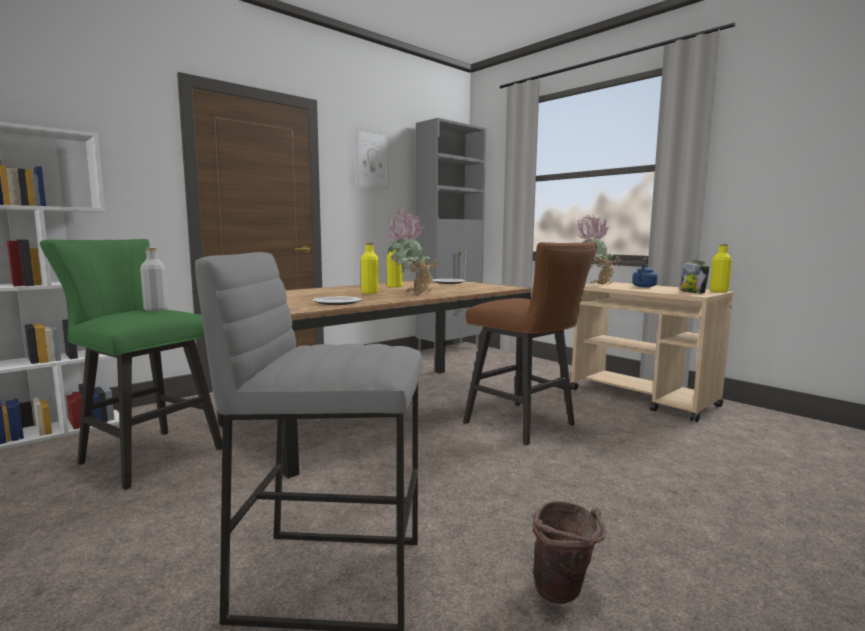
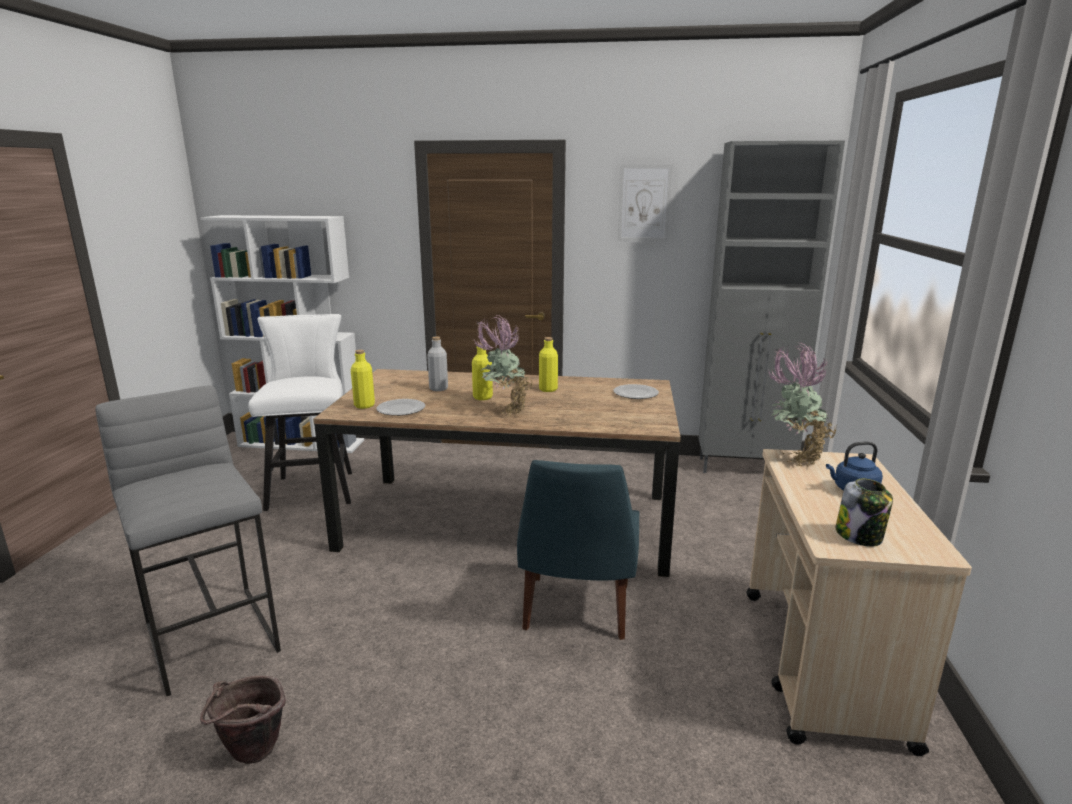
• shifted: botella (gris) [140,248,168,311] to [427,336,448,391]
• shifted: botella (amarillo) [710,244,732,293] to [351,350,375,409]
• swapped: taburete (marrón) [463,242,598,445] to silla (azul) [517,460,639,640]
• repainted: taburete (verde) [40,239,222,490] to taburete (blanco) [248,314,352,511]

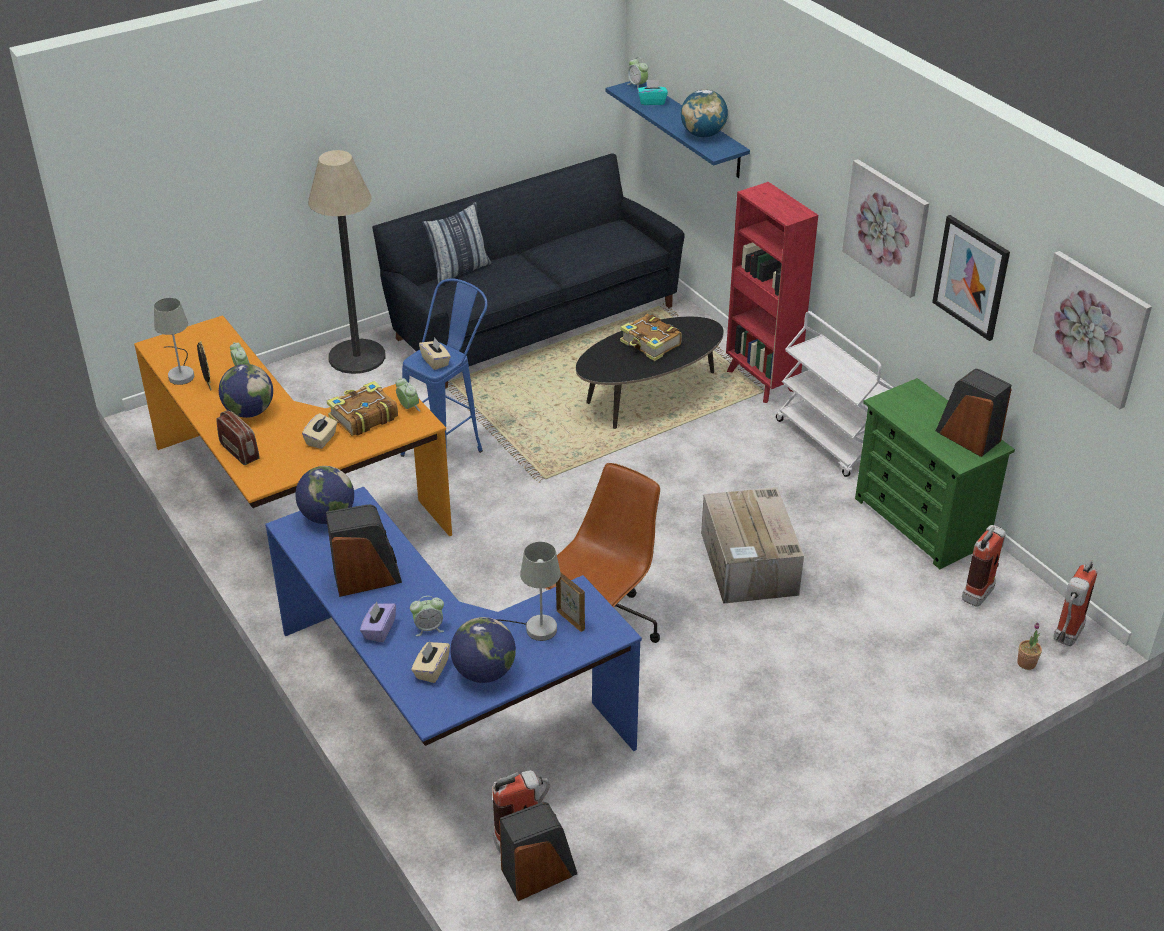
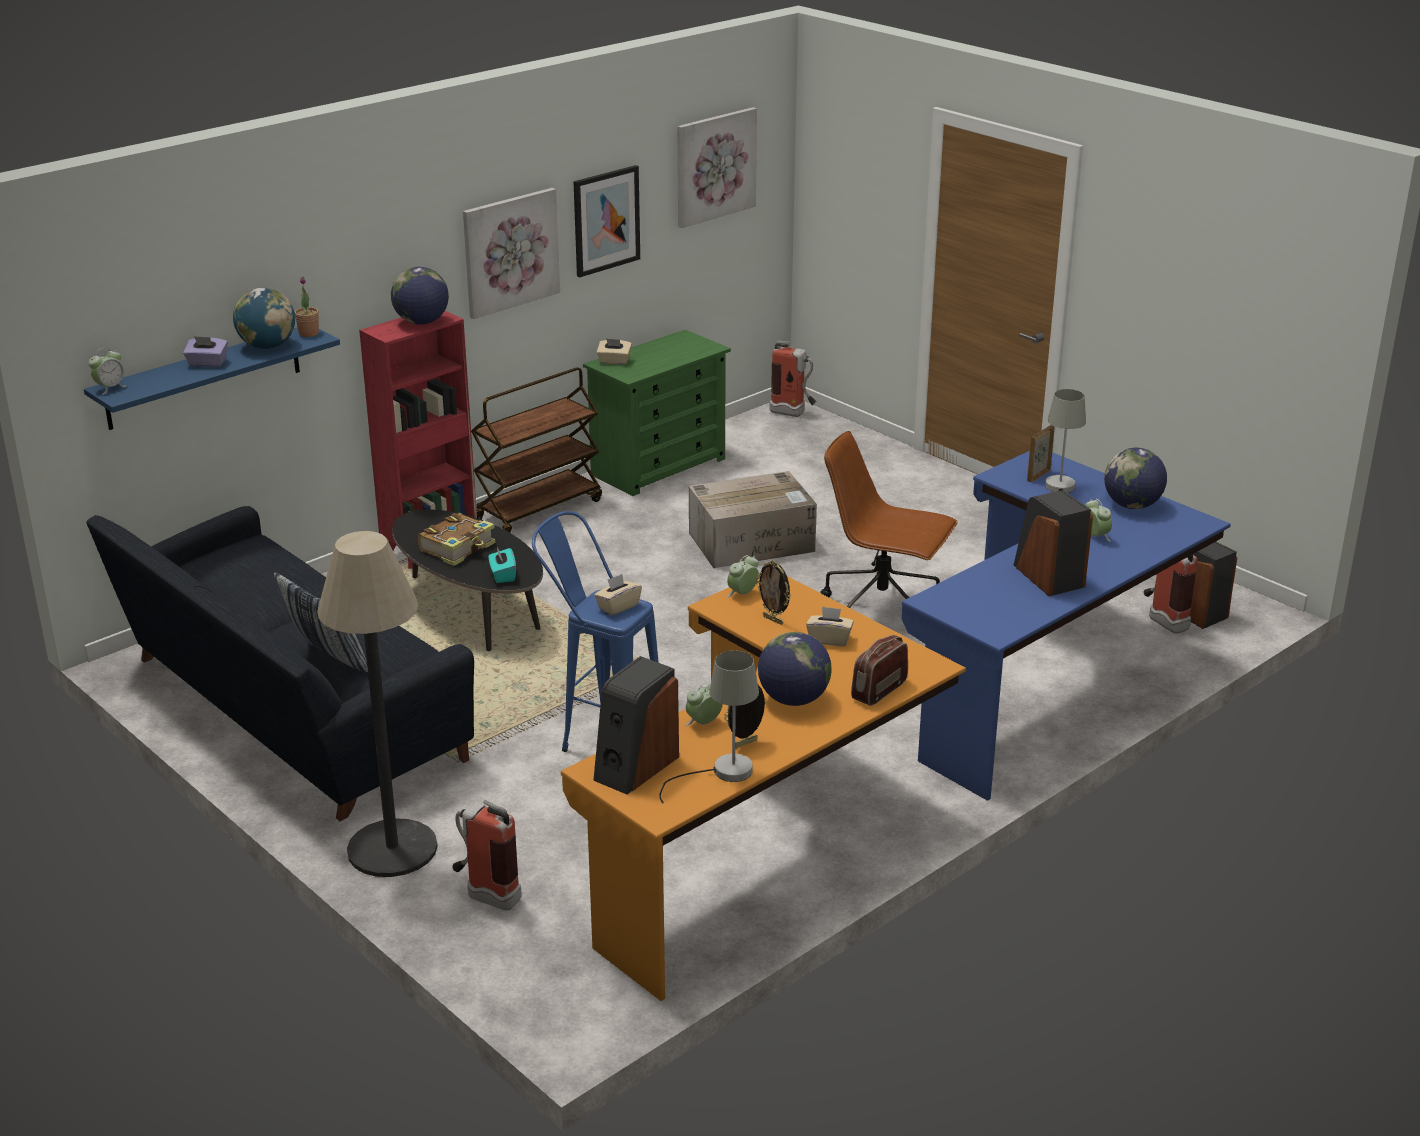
• shifted: globo terráqueo [295,466,354,524] to [391,267,449,325]
• shifted: caja de pañuelos (morado) [360,601,396,642] to [183,336,228,367]
• shifted: caja de pañuelos (beis) [411,641,450,683] to [597,338,632,365]
• shifted: caja de pañuelos (turquesa) [638,80,668,105] to [489,547,516,583]
• shifted: altavoz [936,369,1012,457] to [593,656,679,795]
• shifted: extintor [962,525,1006,607] to [452,800,522,911]
• shifted: planta en maceta [1017,622,1042,670] to [295,277,319,337]
• swapped: libro [327,381,398,436] to portarretratos [756,560,791,625]
• repainted: carrito (blanco) [776,311,893,477] to carrito (marrón) [471,367,602,533]

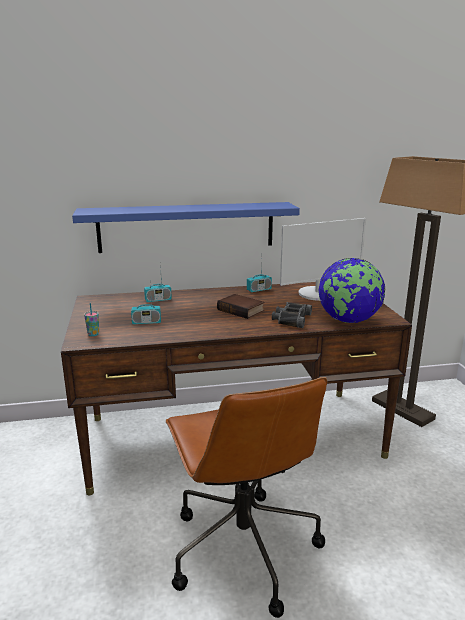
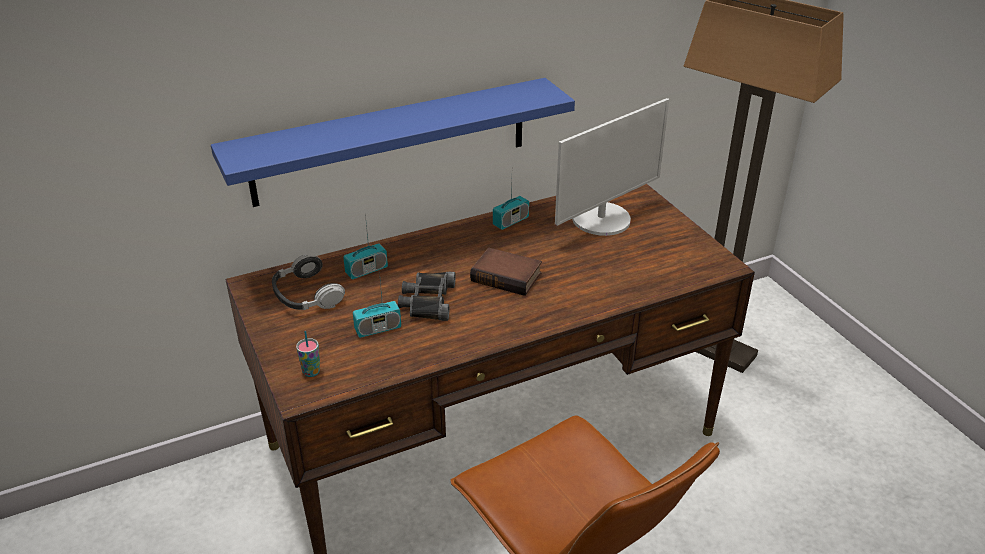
• gone: globo terráqueo [318,258,385,323]
• new: auriculares [272,254,345,310]
• shifted: prismáticos (negro) [272,302,312,328] to [398,272,456,321]

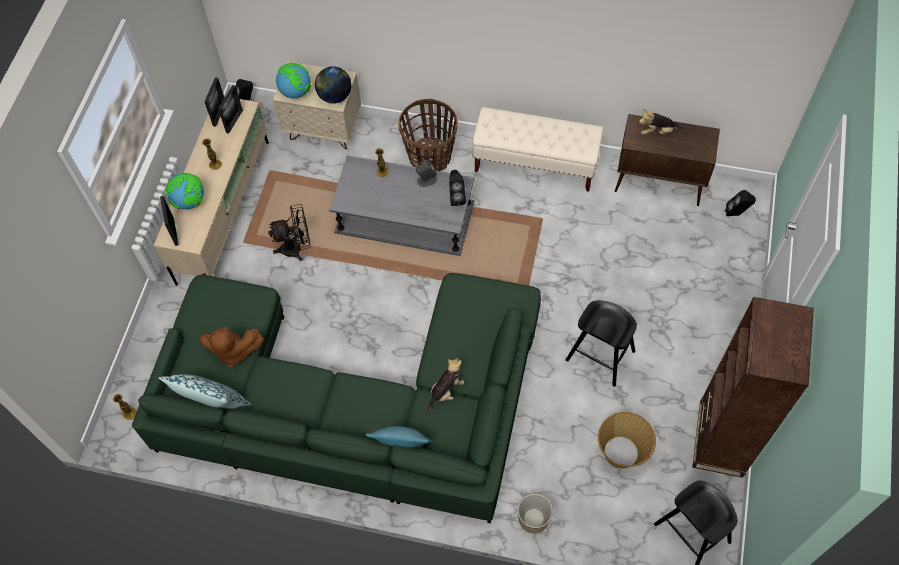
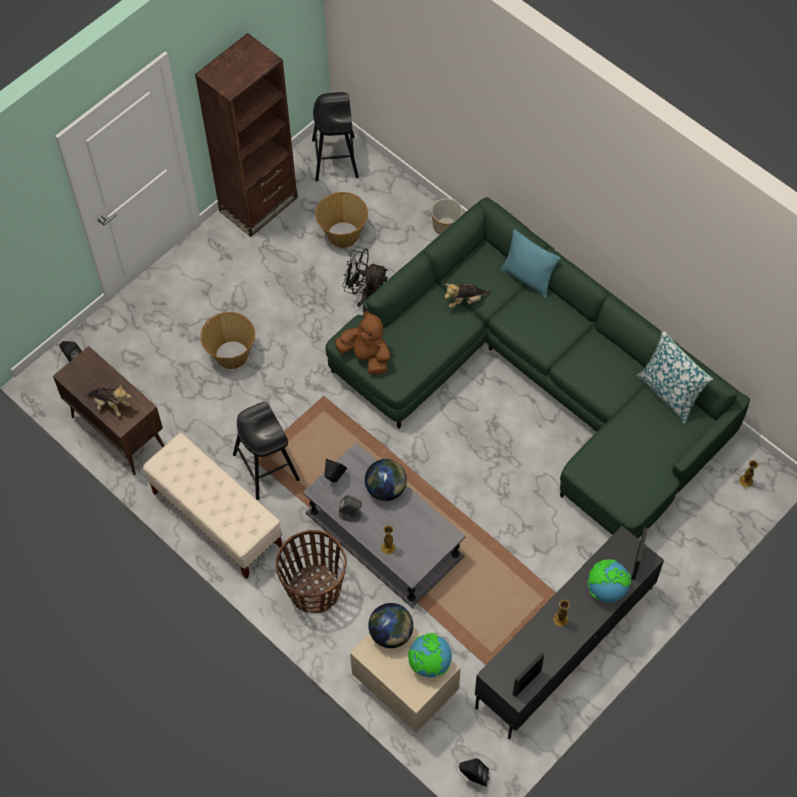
• gone: portarretratos [218,85,243,134]
• new: cesta [200,312,255,369]
• new: globo terráqueo [365,459,407,501]
• shifted: peluche (marrón) [200,327,264,368] to [335,311,390,375]
• shifted: ventilador (negro) [268,204,311,261] to [342,246,388,307]
• shifted: taburete (negro) [566,300,637,386] to [233,402,300,500]
• repainted: mueble de televisión (beis) [154,96,269,286] to mueble de televisión (negro) [475,526,664,739]

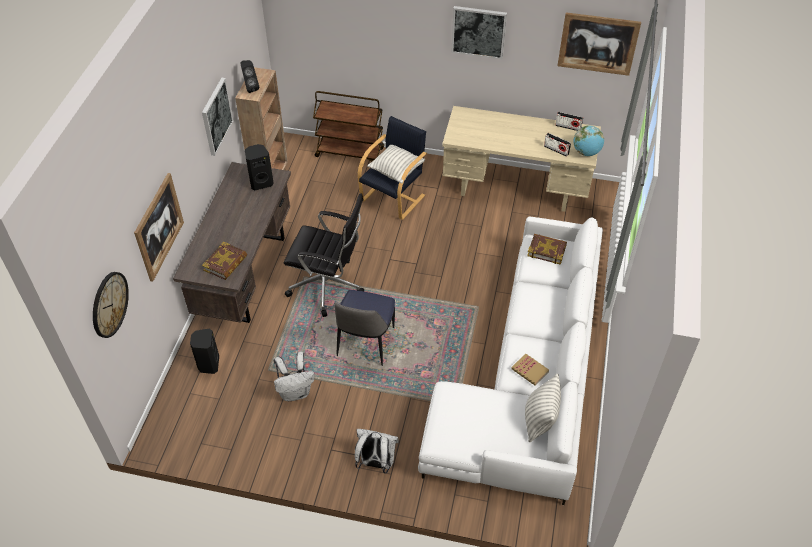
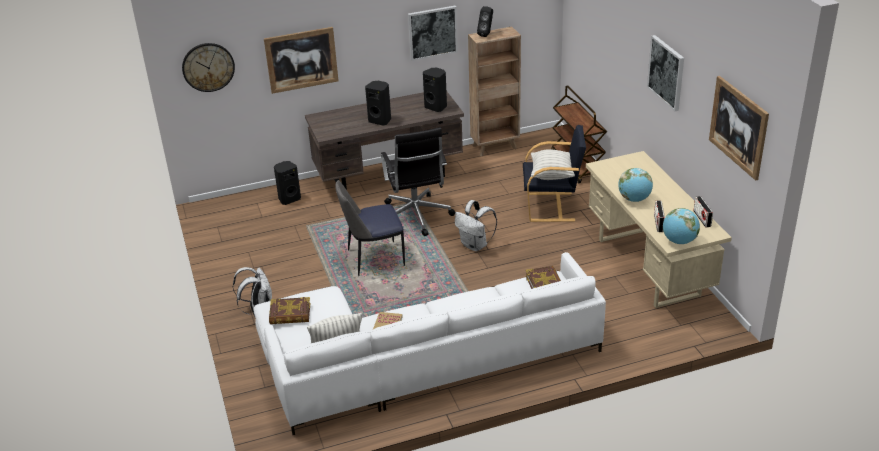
• new: altavoz (negro) [365,81,391,126]
• new: globo terráqueo [618,168,653,202]
• shifted: libro [202,242,247,280] to [269,297,310,324]
• shifted: mochila (blanco) [273,352,315,401] to [455,200,497,252]

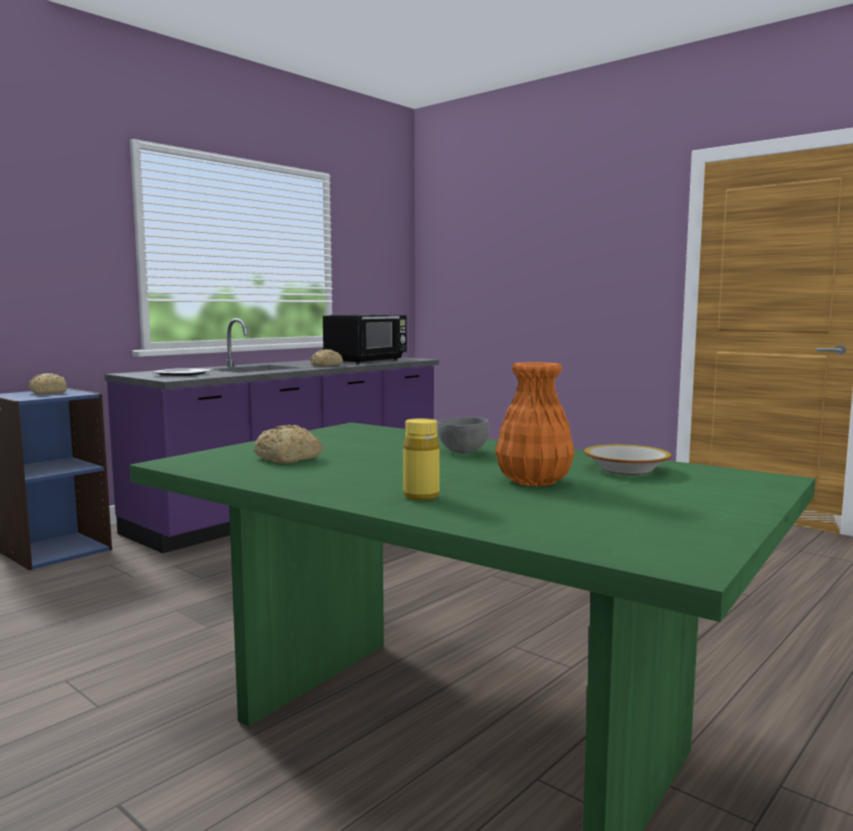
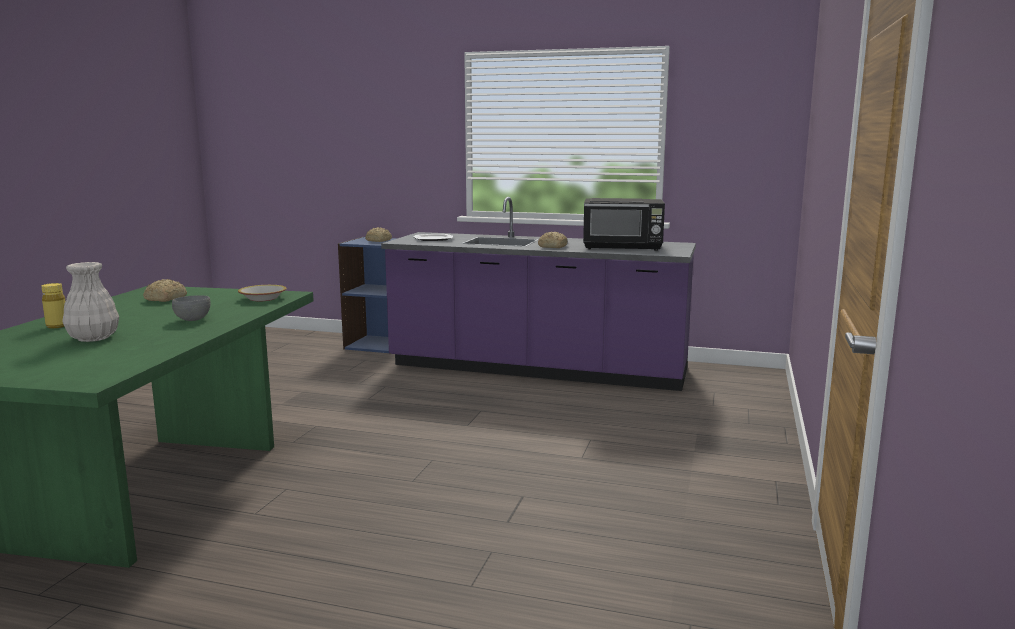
• shifted: cuenco [584,444,672,475] to [238,285,287,301]
• repainted: florero (naranja) [495,362,575,486] to florero (blanco) [62,262,119,342]

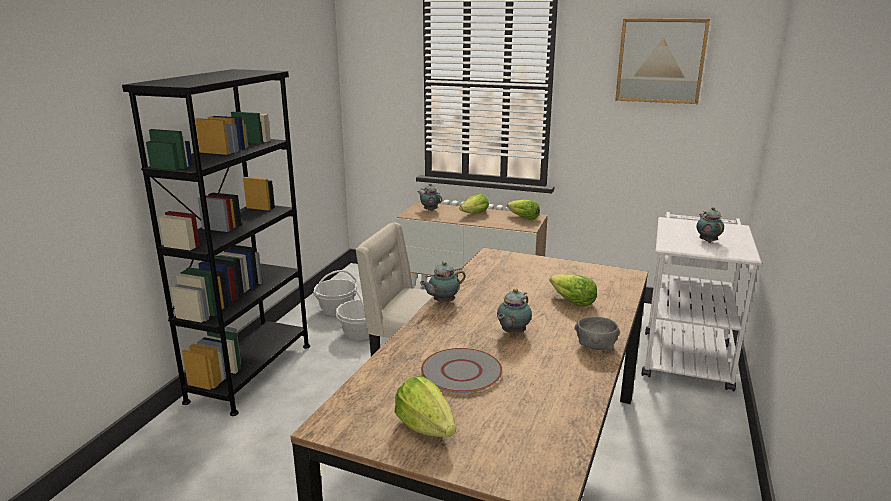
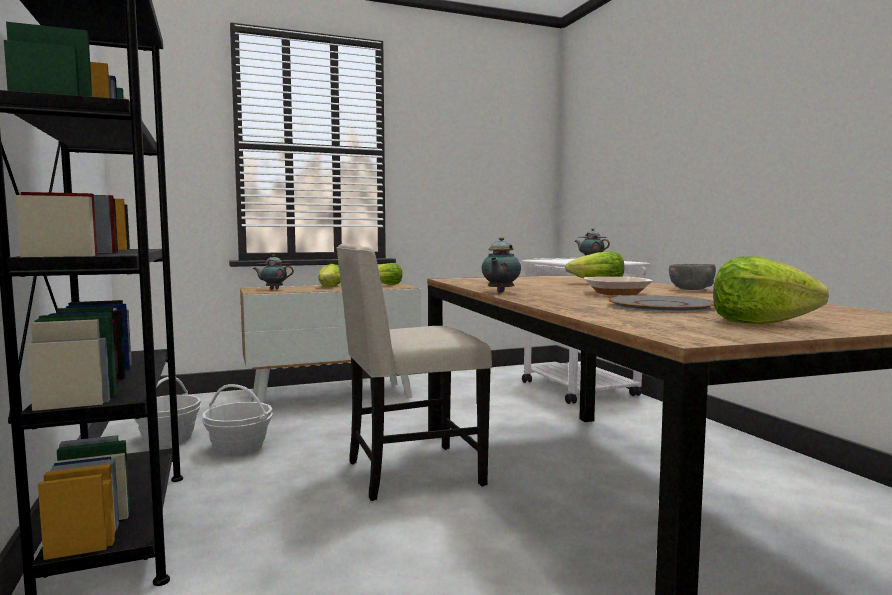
• gone: cuadro [615,18,710,104]
• swapped: tetera [497,288,532,335] to cuenco [584,277,653,295]

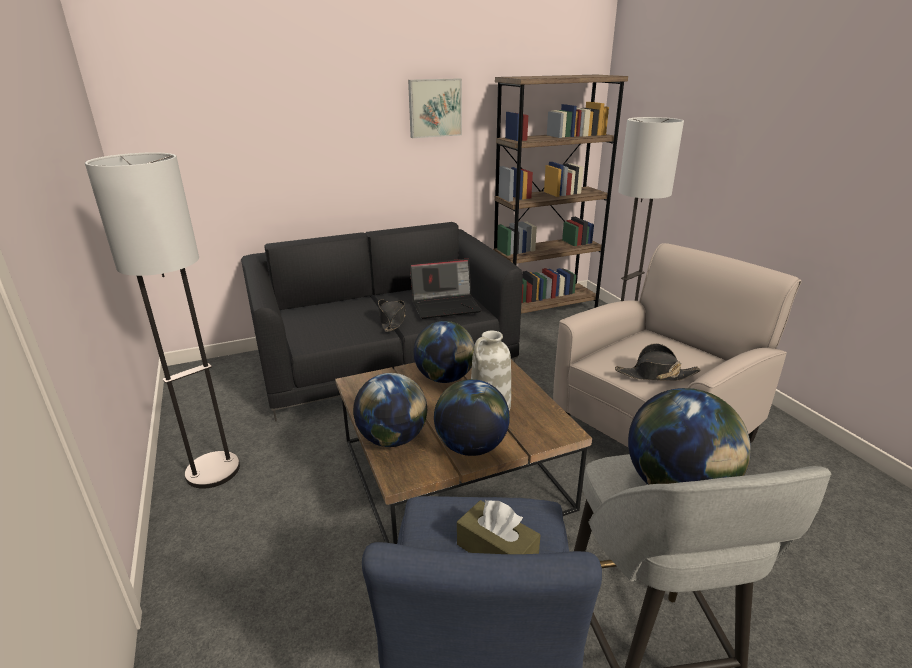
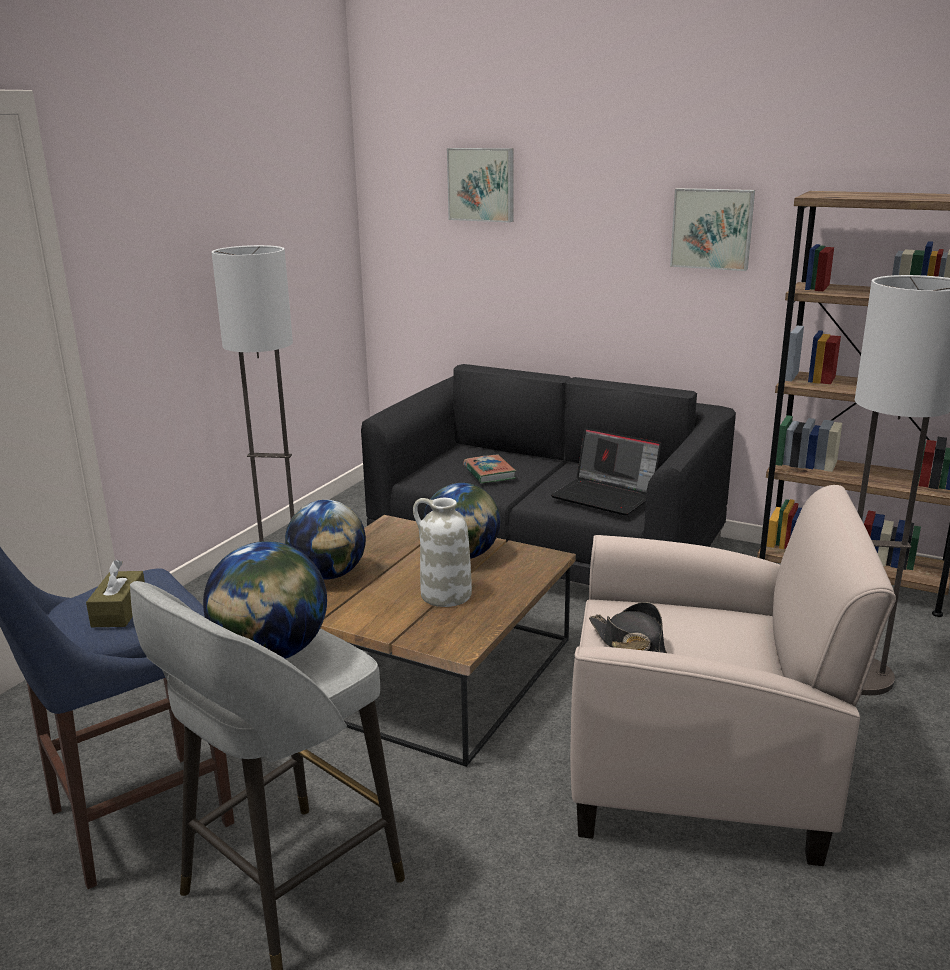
• gone: sombrero (negro) [378,299,406,332]
• gone: globo terráqueo [434,379,510,456]
• new: cuadro [447,148,513,222]
• new: libro [463,455,516,483]

